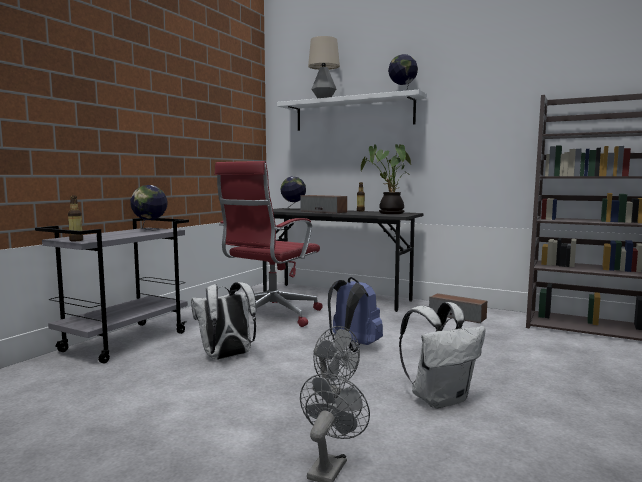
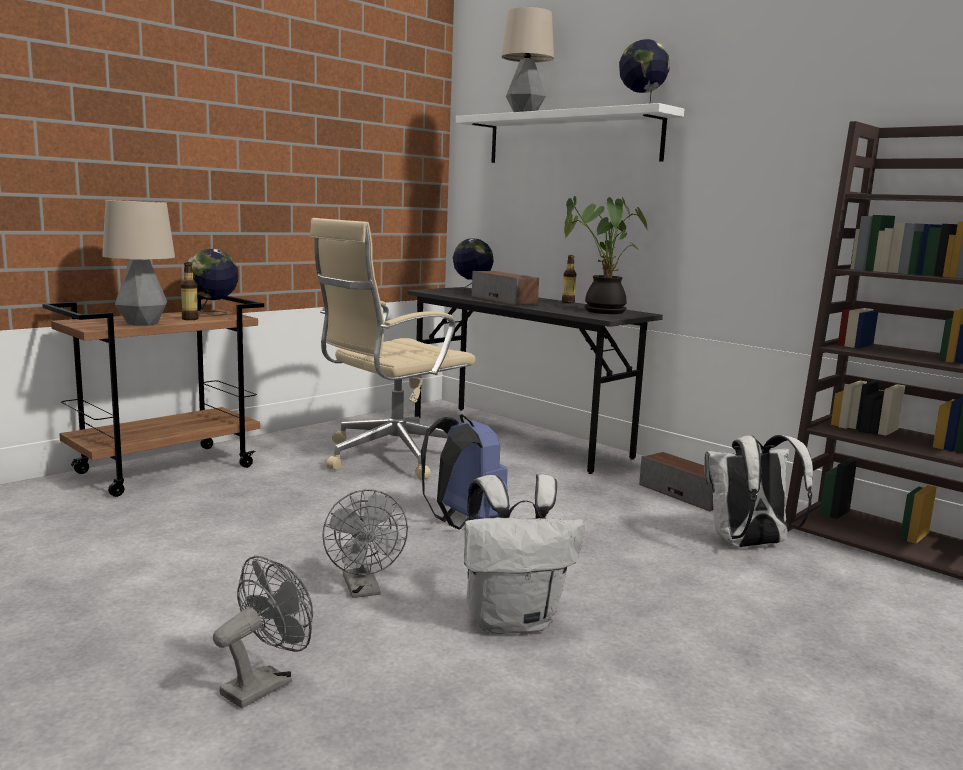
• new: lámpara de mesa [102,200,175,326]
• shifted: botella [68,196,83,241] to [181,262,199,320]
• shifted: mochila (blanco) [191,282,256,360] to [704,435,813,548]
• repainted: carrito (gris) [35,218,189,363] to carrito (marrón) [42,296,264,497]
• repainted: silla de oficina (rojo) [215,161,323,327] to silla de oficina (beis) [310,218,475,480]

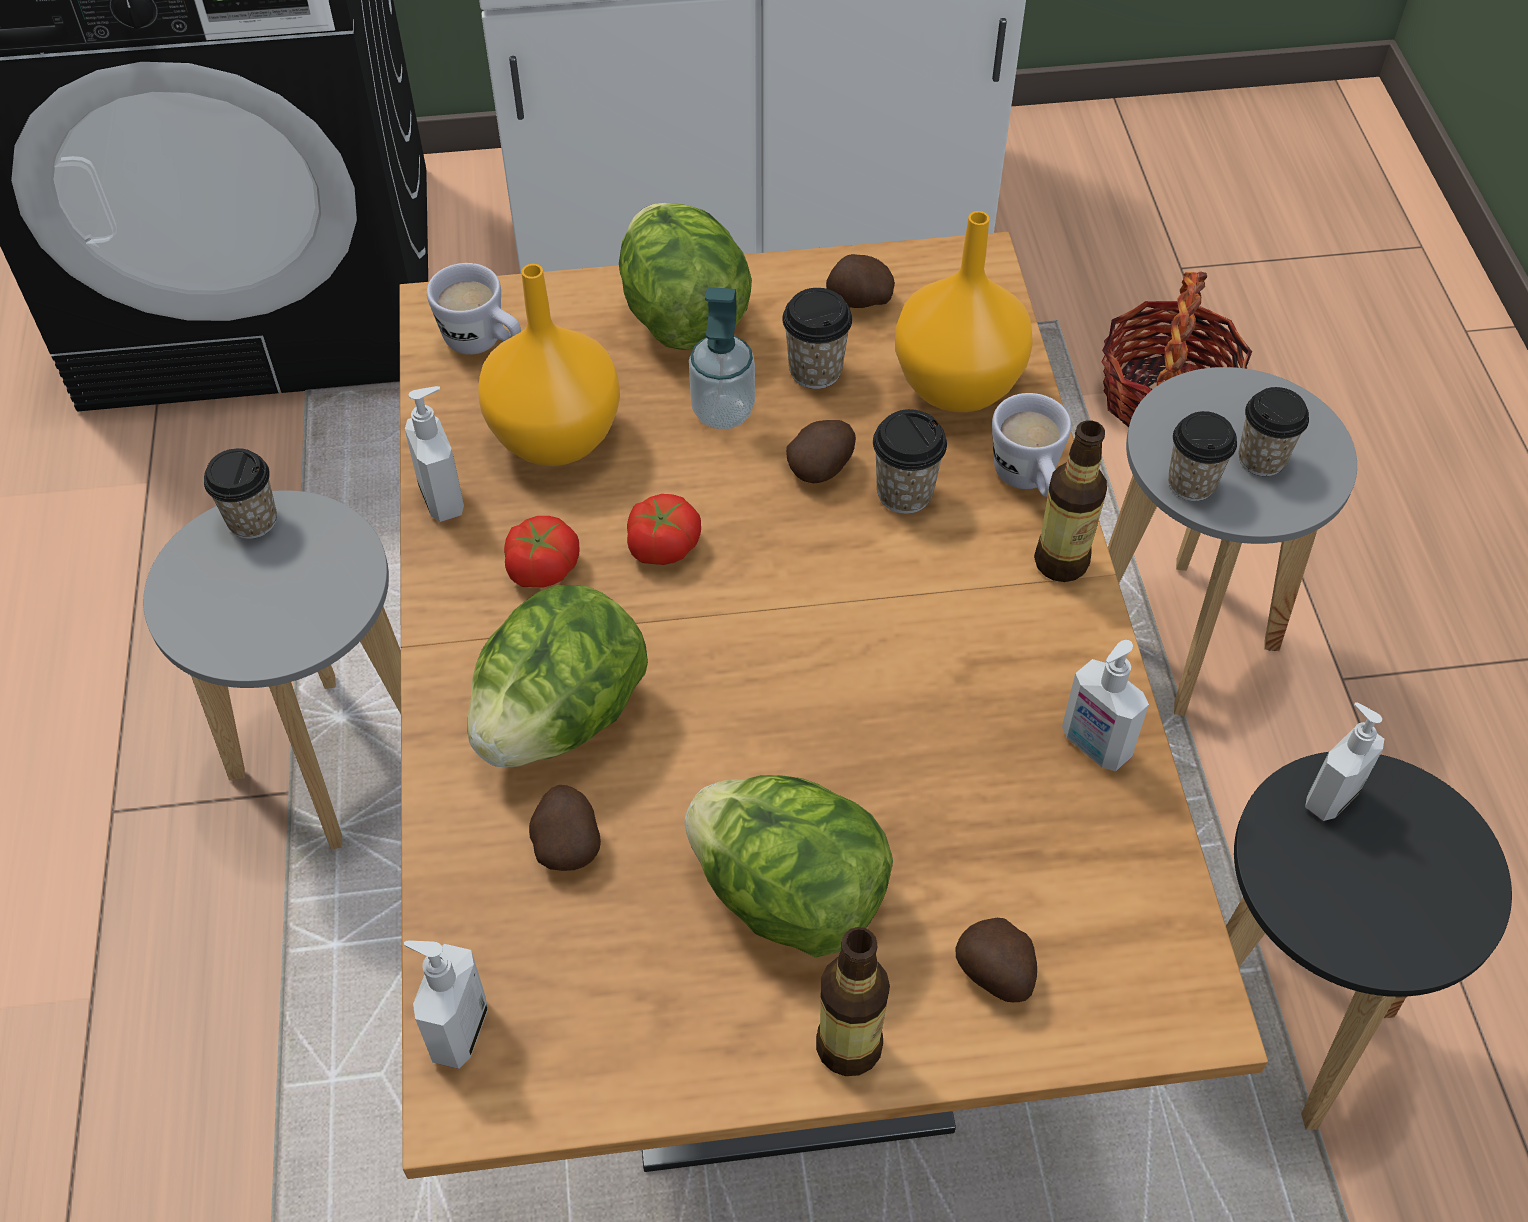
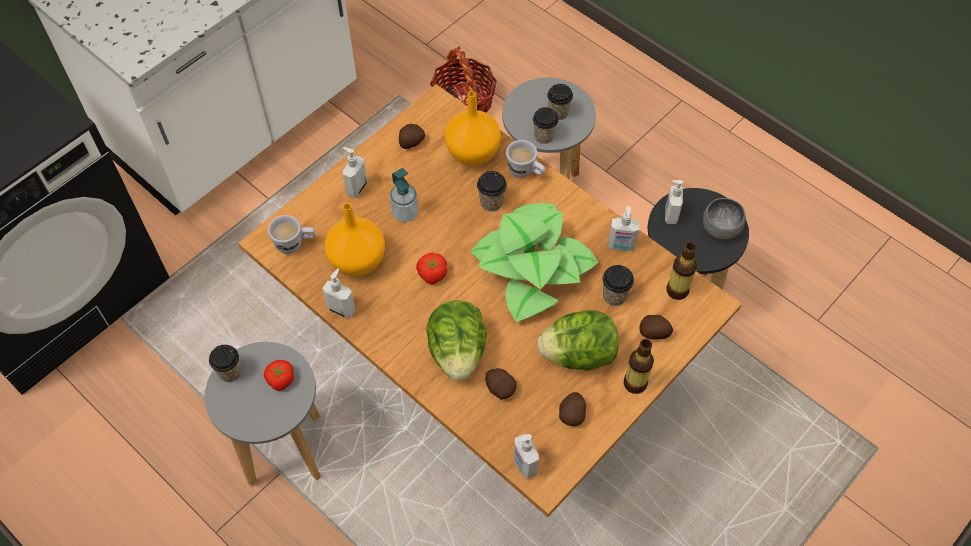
• new: planta en maceta [470,203,599,322]
• new: cuenco (gris) [703,198,746,240]
• shifted: tomate [504,516,580,588] to [264,360,294,391]
• shifted: taza [782,288,852,389] to [602,265,634,306]
• shifted: patata [786,420,856,483] to [559,392,586,426]
• shifted: botella [1034,420,1107,582] to [666,242,697,300]
• swapped: lechuga [619,203,752,350] to dispensador de jabón [343,147,367,198]

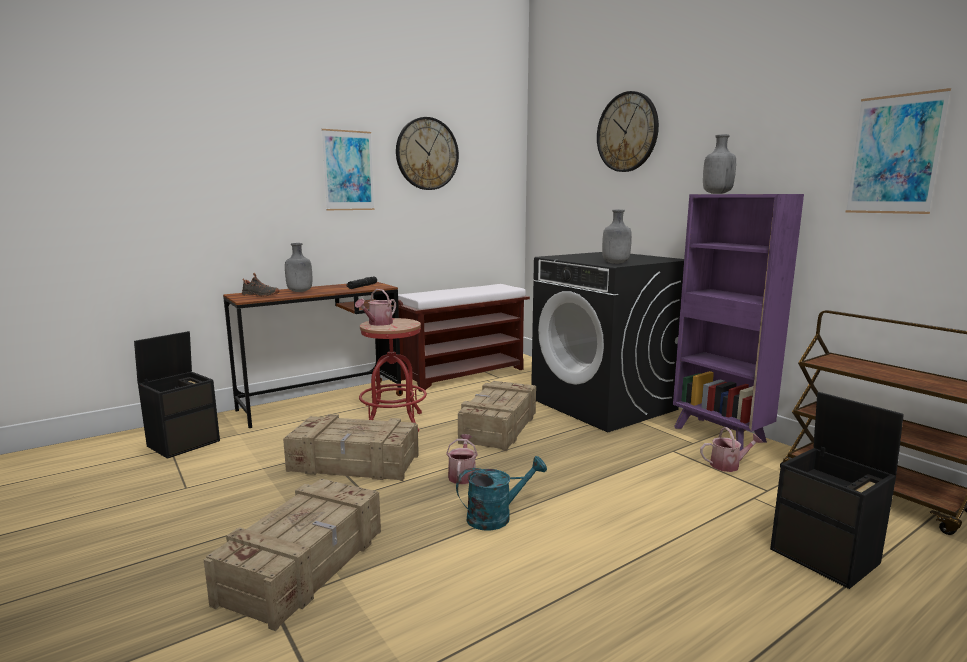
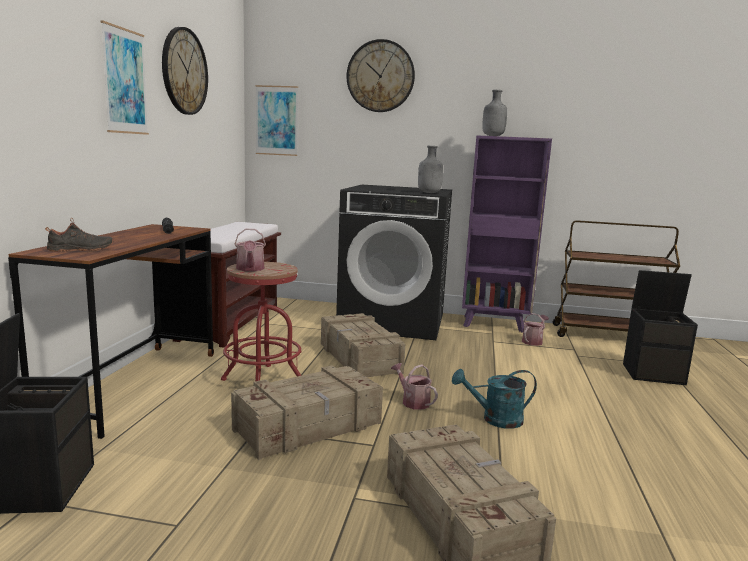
• gone: botella (gris) [285,243,312,292]
• shifted: cuadro [846,88,951,214] to [255,85,298,156]
• rotated: regadera (turquesa) [456,456,547,530] = [452,369,537,429] 120 degrees counterclockwise

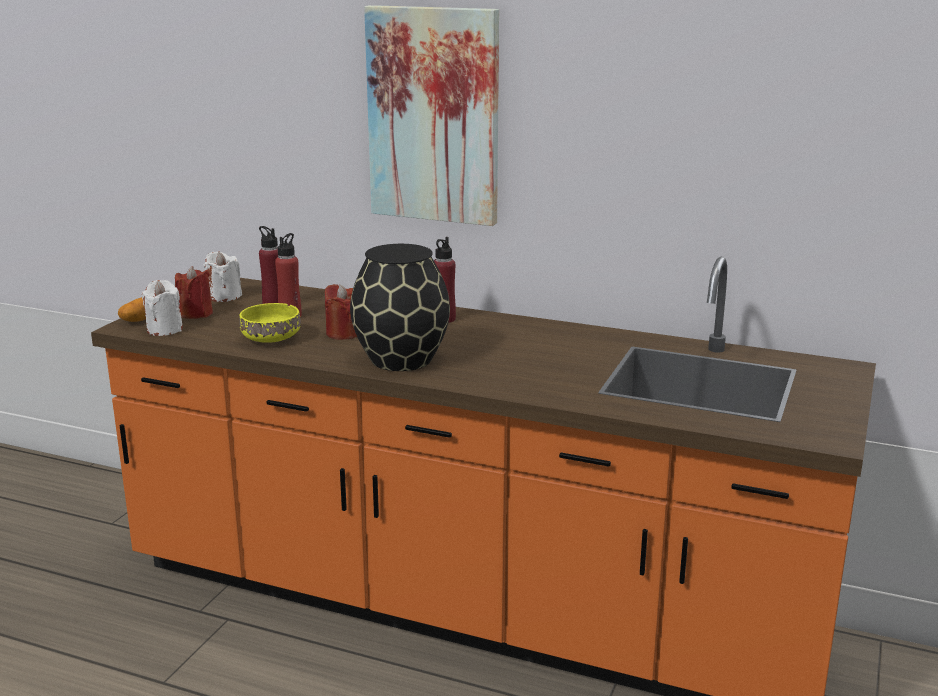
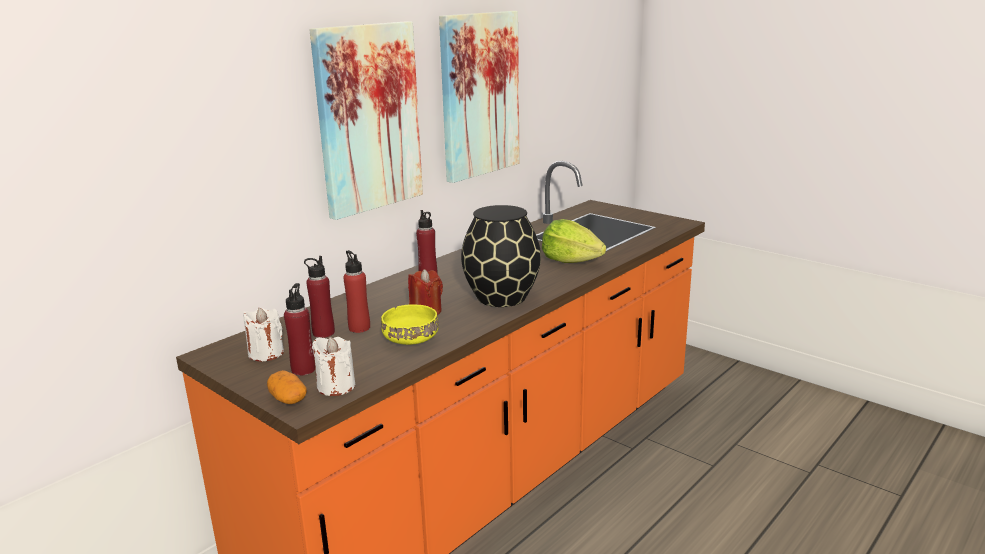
• new: cuadro [439,11,520,183]
• new: lechuga [542,219,606,263]
• swapped: vela (rojo) [175,266,213,319] to botella (rojo) [284,283,315,375]

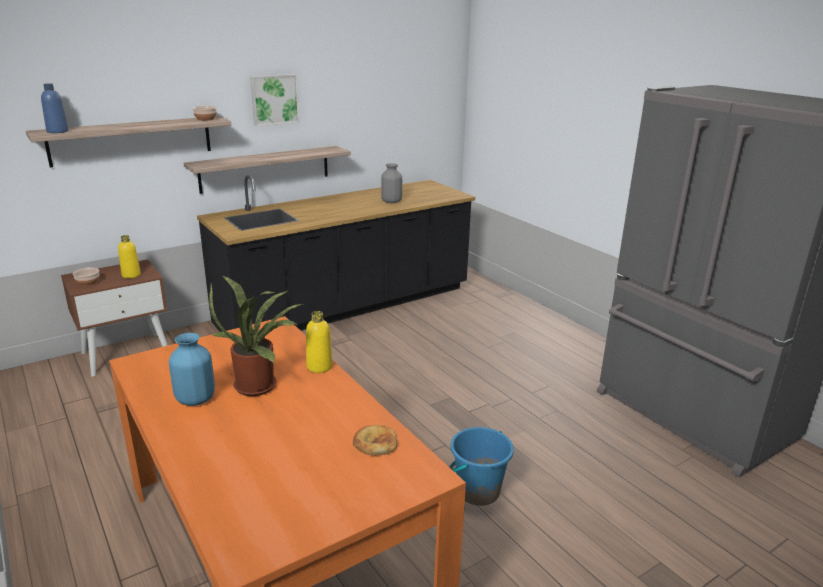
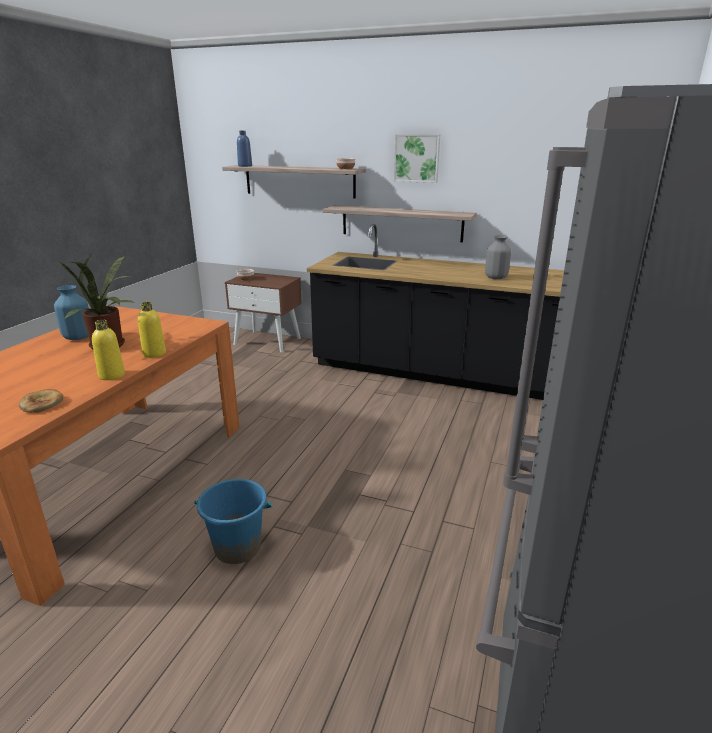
• shifted: botella (amarillo) [118,235,141,278] to [92,320,125,380]

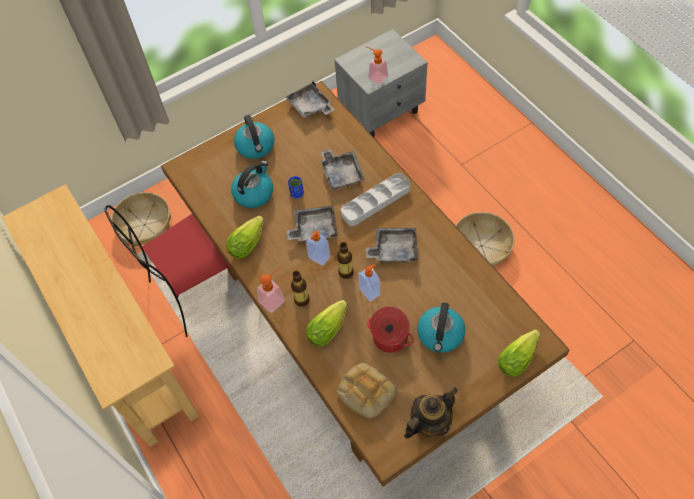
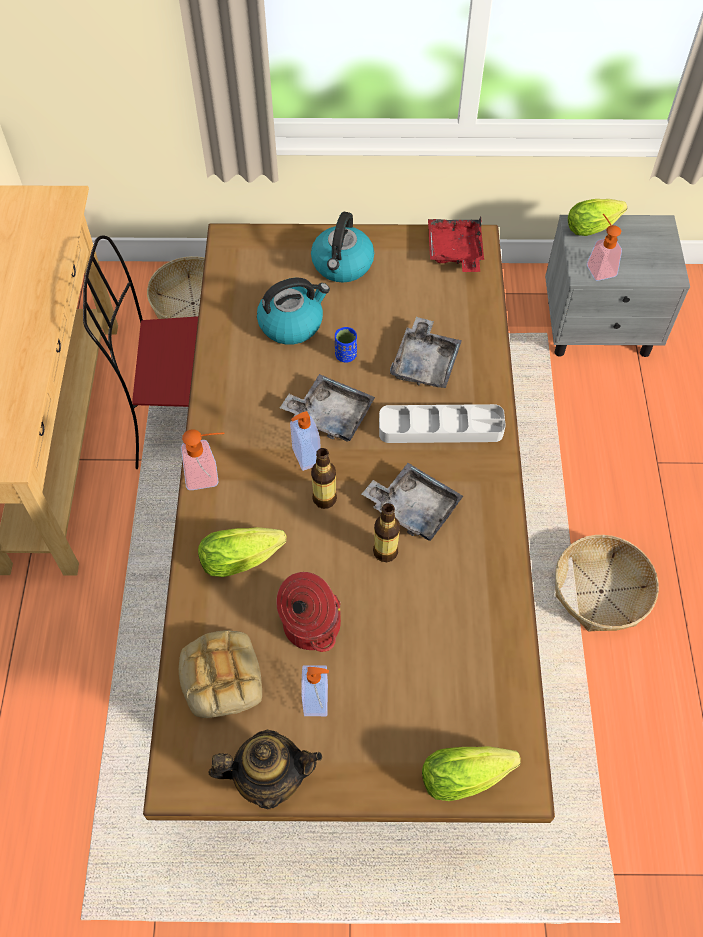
• gone: hervidor [417,302,465,353]
• shifted: lechuga [226,216,264,259] to [568,199,627,236]
• shifted: botella [291,271,310,307] to [373,503,400,562]
• shifted: dispensador de jabón [358,264,380,301] to [301,665,329,716]
• repainted: bandeja (gris) [285,81,334,118] to bandeja (rojo) [428,217,484,272]

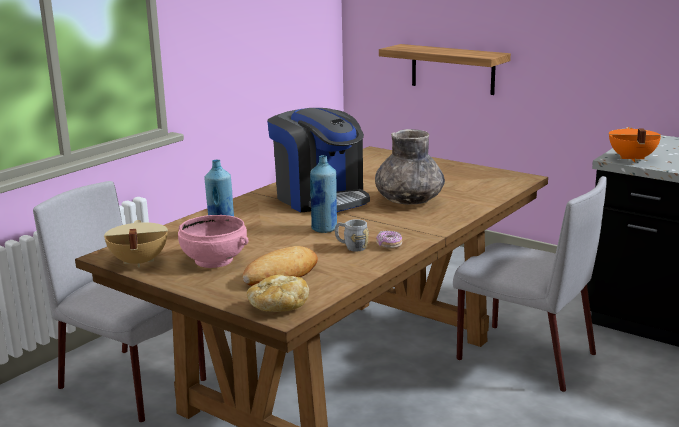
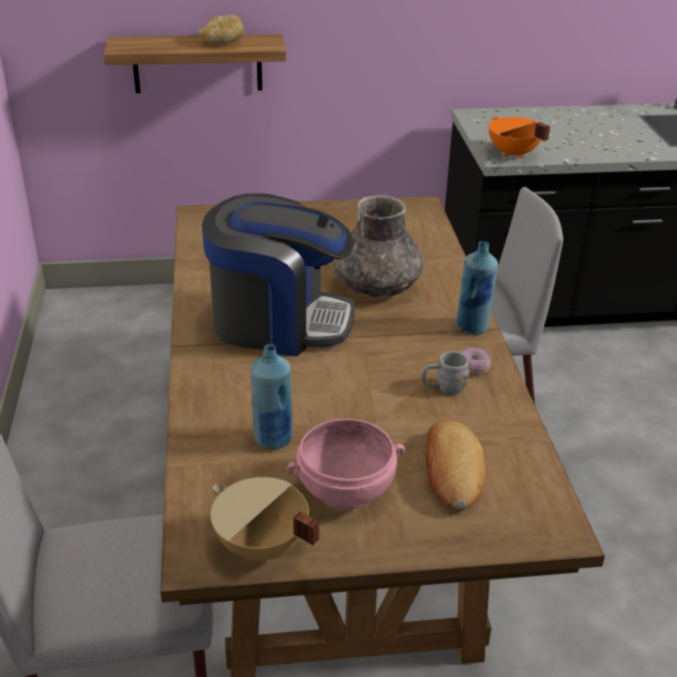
• shifted: pan [247,275,309,312] to [199,15,244,44]
• shifted: botella (azul) [310,155,337,233] to [456,241,498,335]

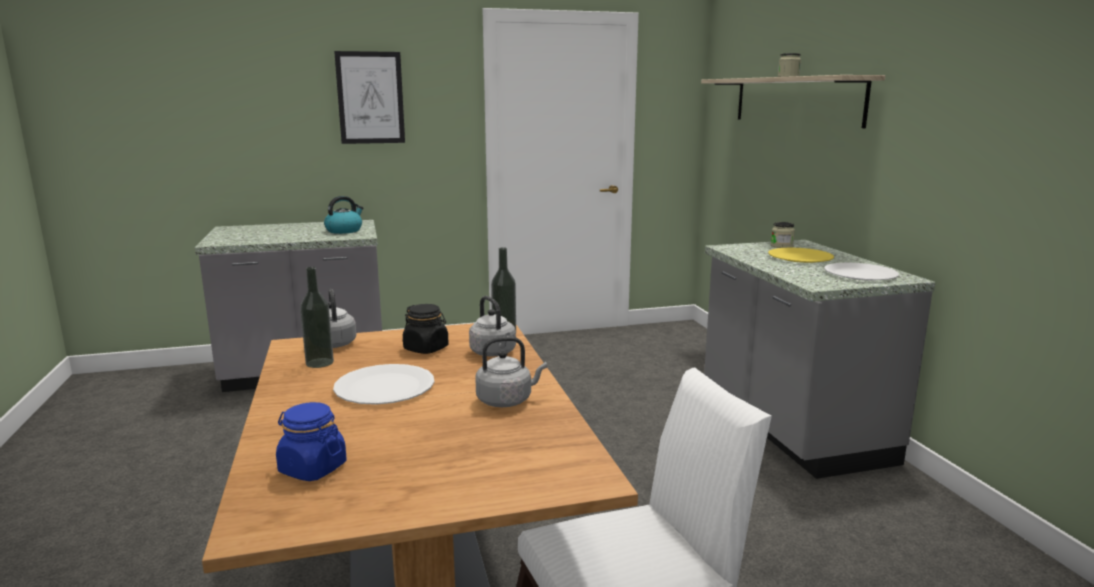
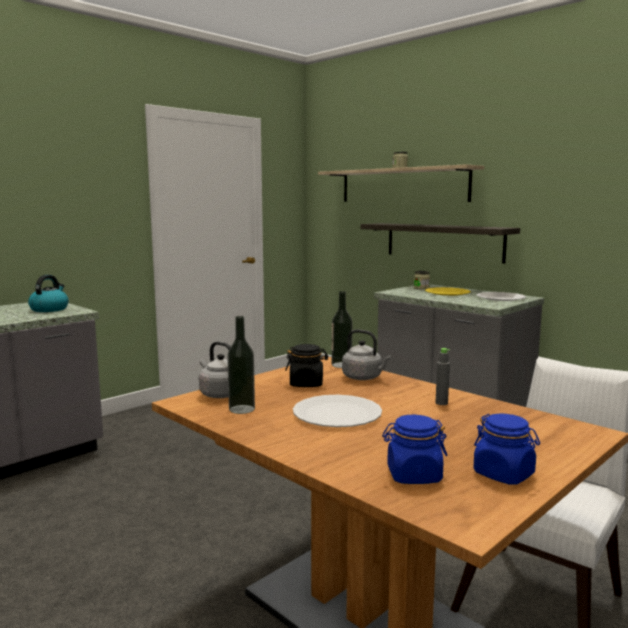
• gone: cuadro [334,51,405,144]
• new: estante [361,223,520,263]
• new: tarro (azul) [474,414,540,485]
• swapped: hervidor (gris) [475,337,547,407] to botella (gris) [436,348,450,405]

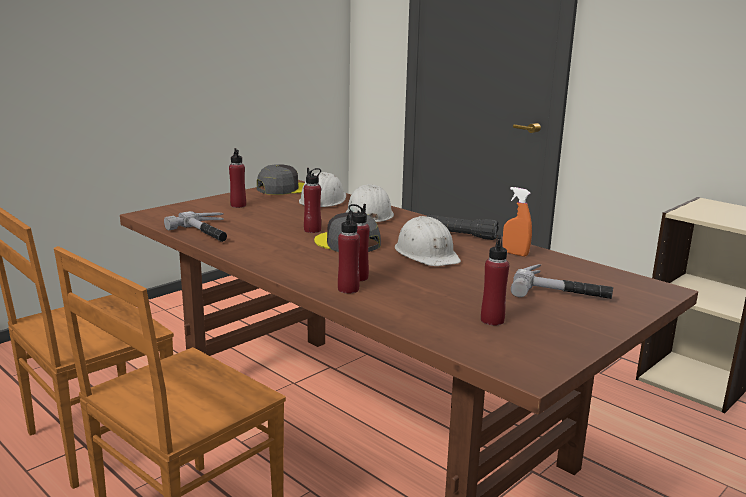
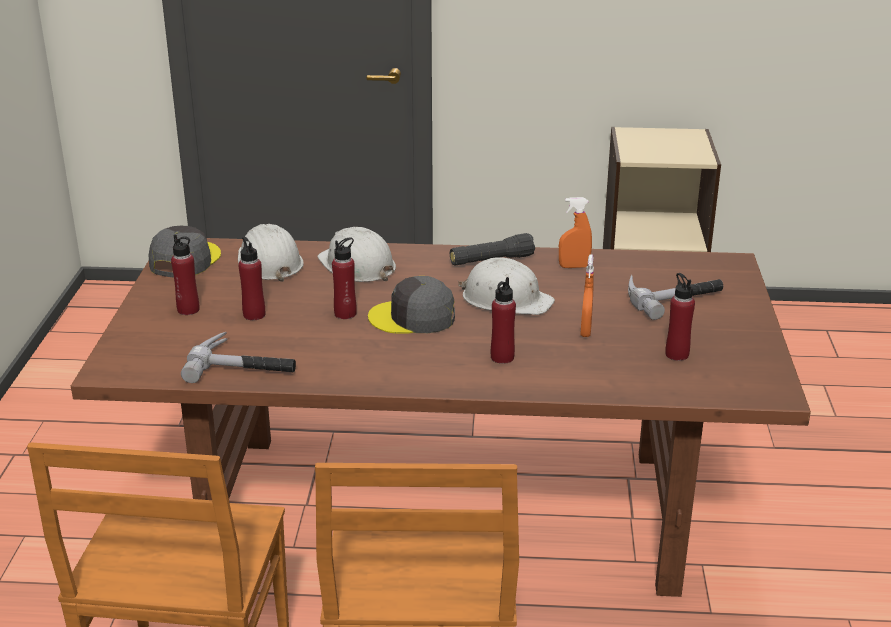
• new: pulverizador (naranja) [580,254,594,337]
• shifted: botella (rojo) [338,211,360,294] to [238,237,265,320]

